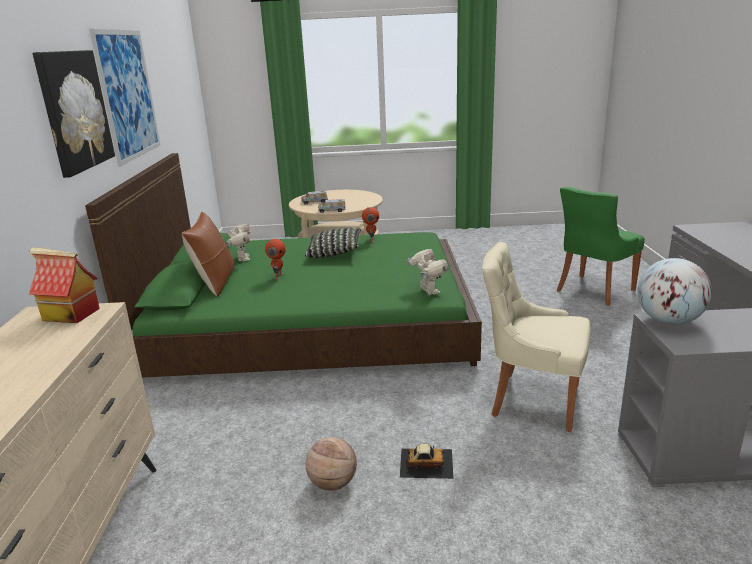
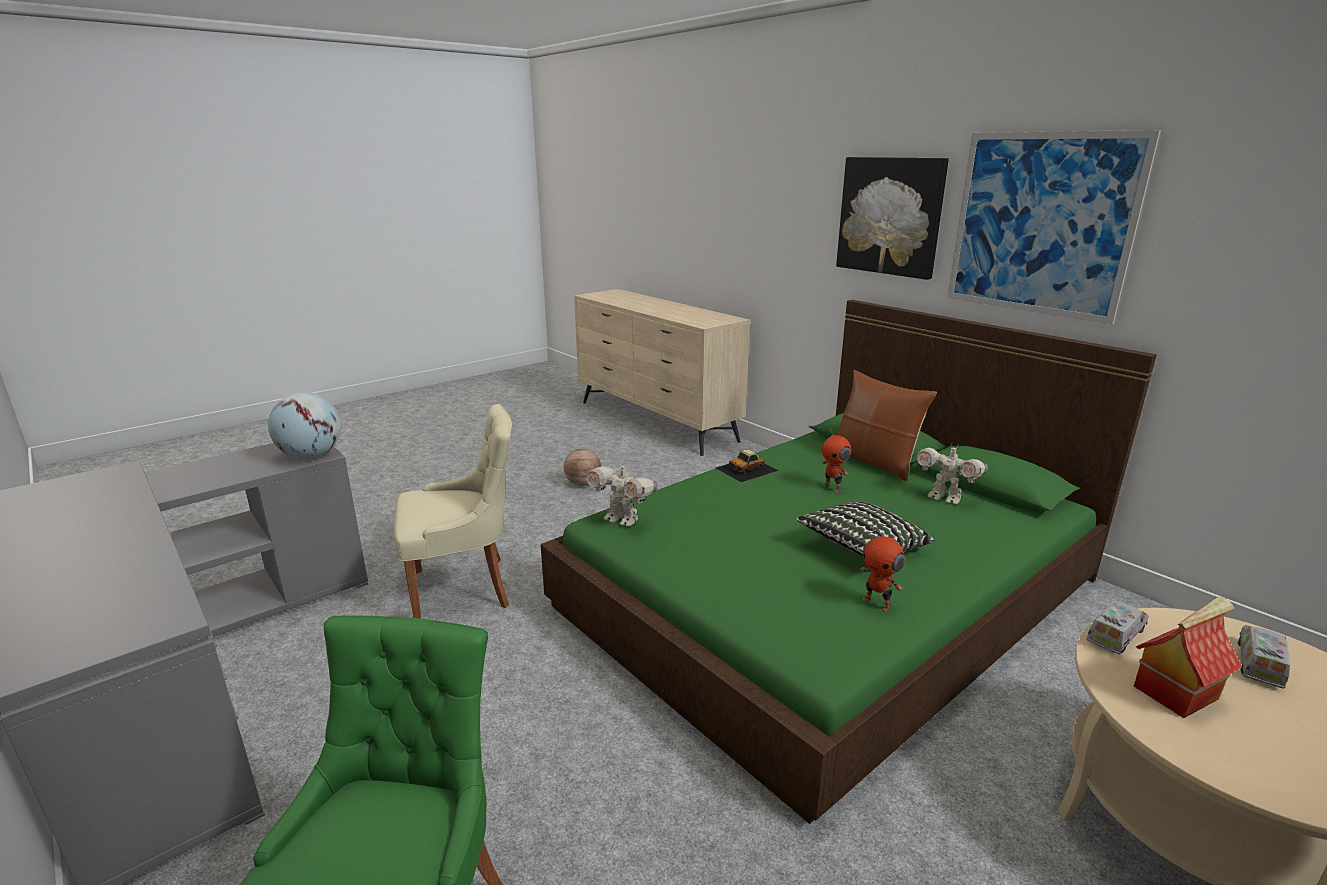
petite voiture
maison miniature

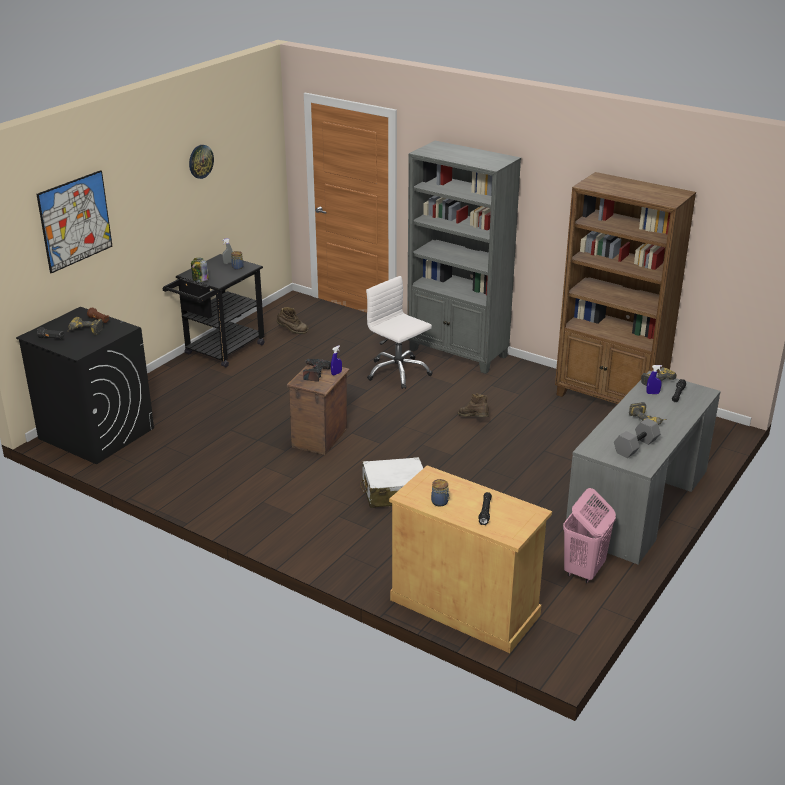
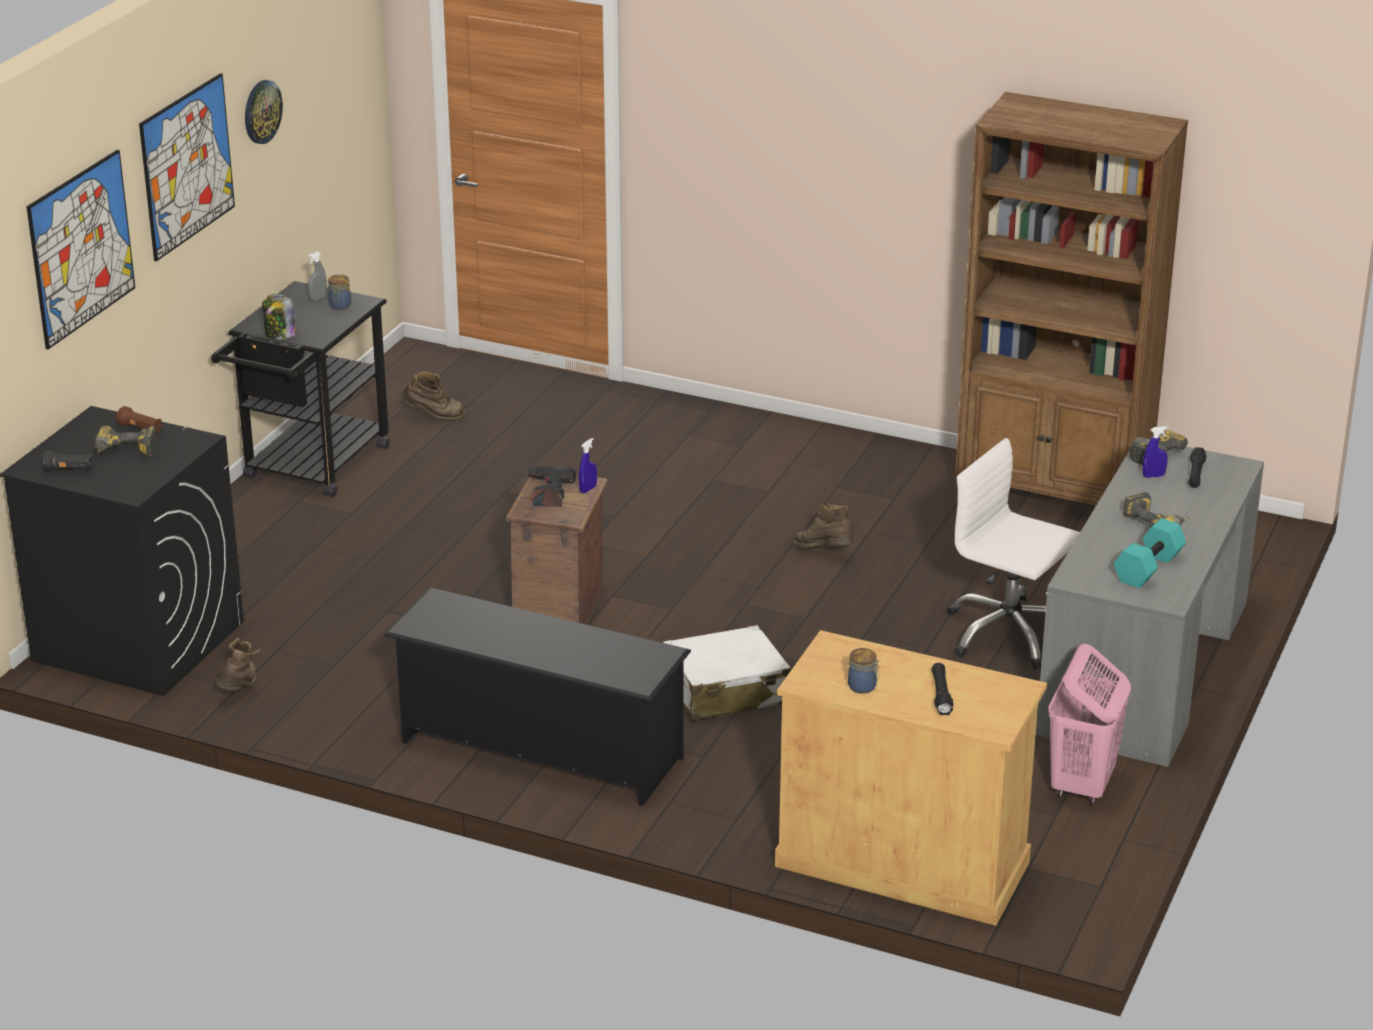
tableau (2nd from left)
botte [marron] (1st from left)
étagère à chaussures [noir]
chaise de bureau [blanc]
haltère [turquoise]
bibliothèque [gris]

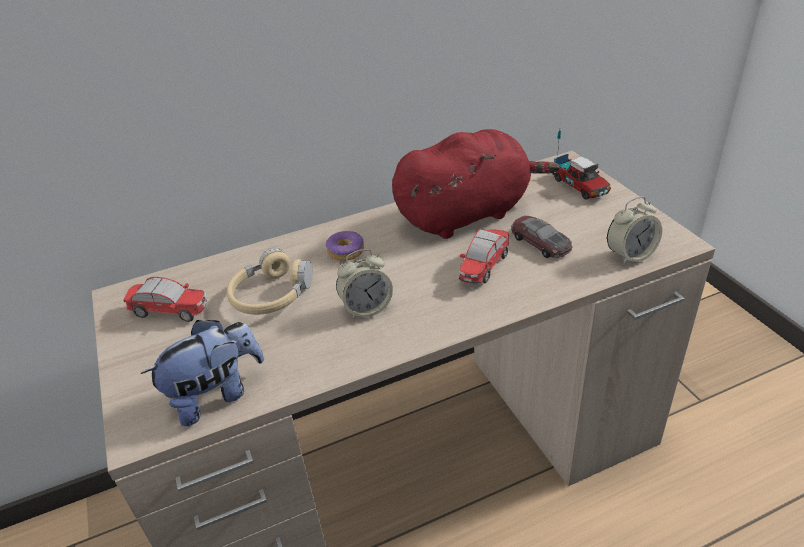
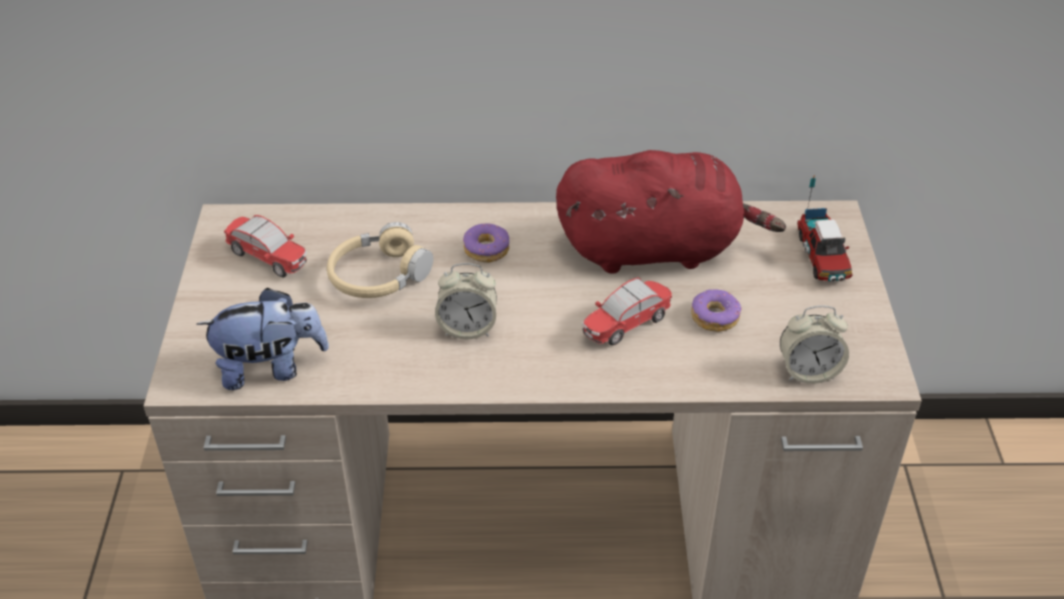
beignet (2nd from left)

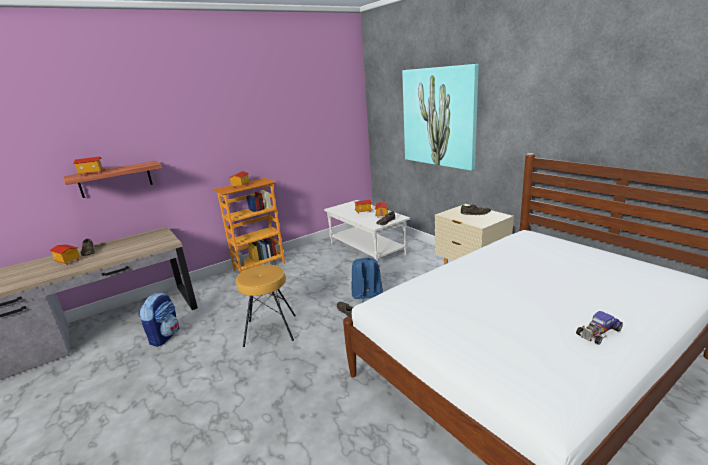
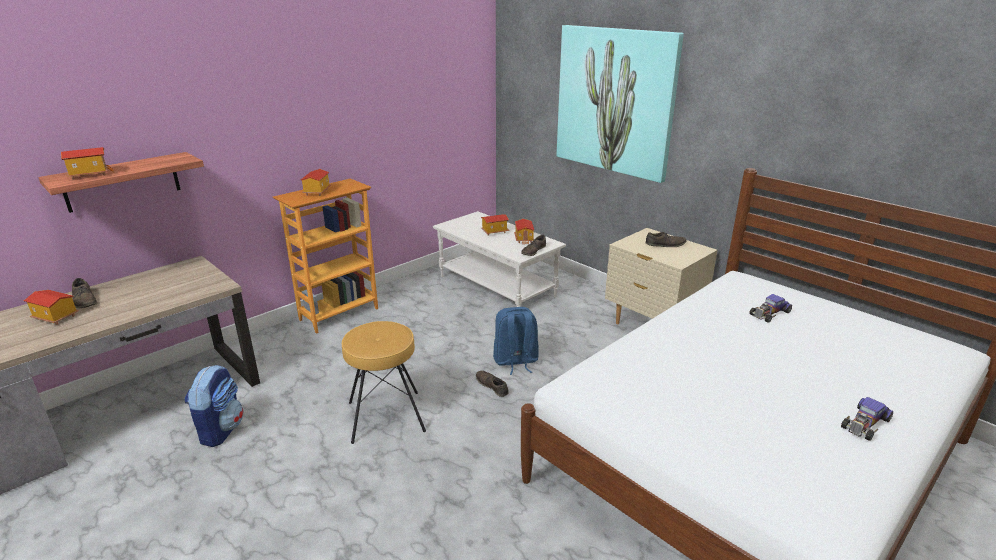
petite voiture (1st from left)

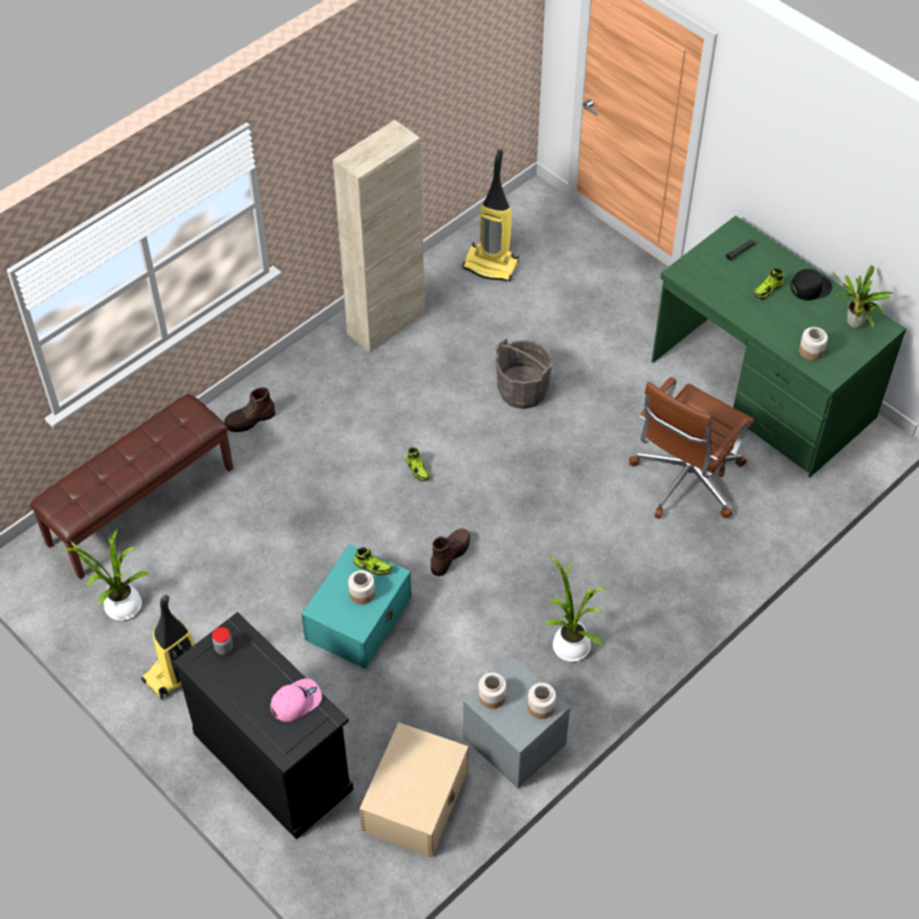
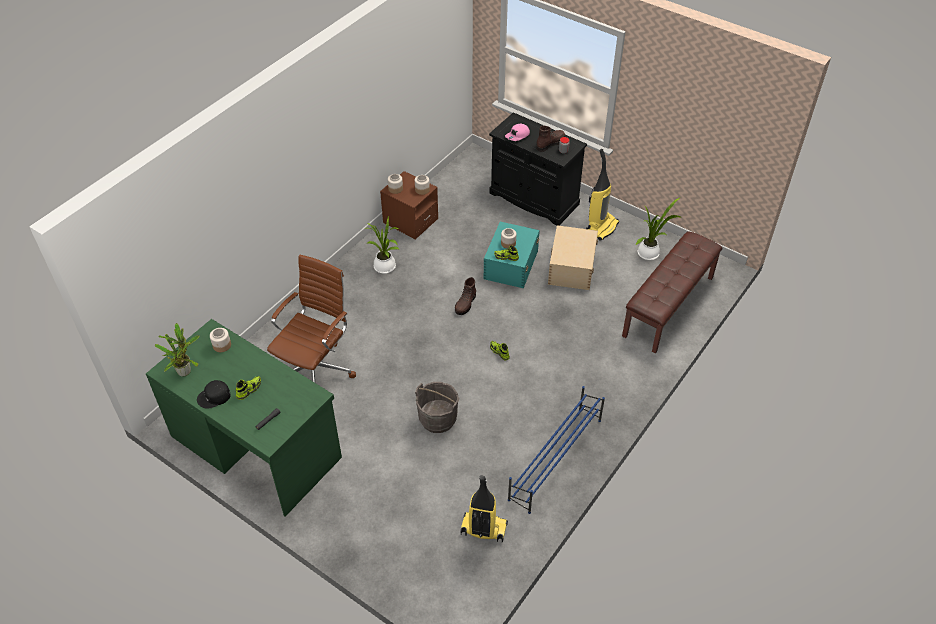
table de chevet [marron]
étagère à chaussures [bleu]
botte [marron] (2nd from left)
boîte de rangement [beige]

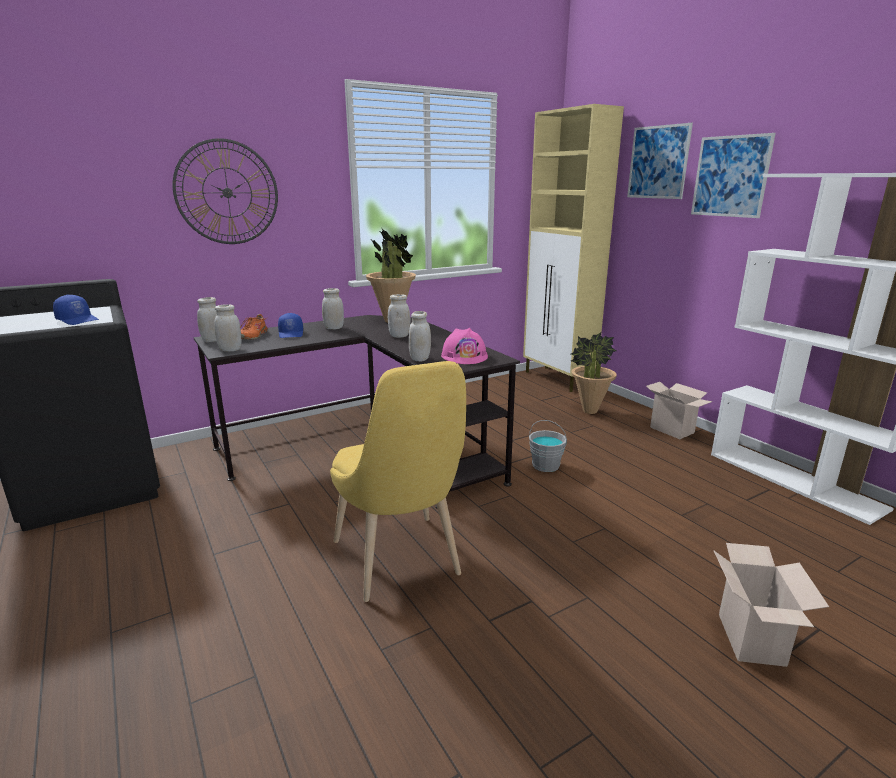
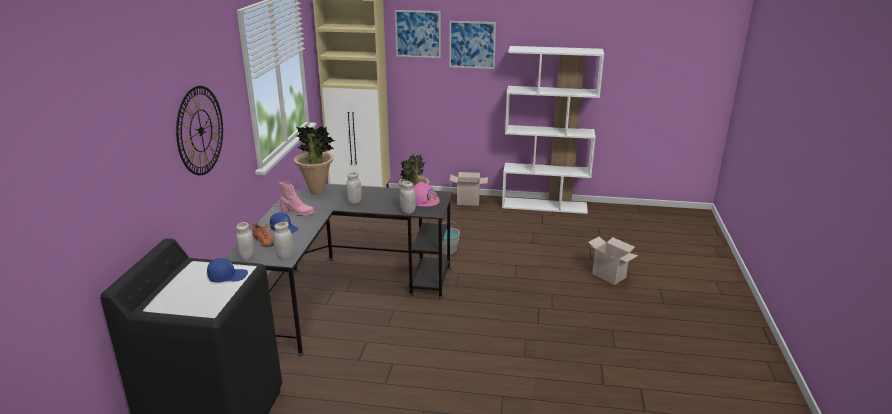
botte [rose]
chaise [jaune]

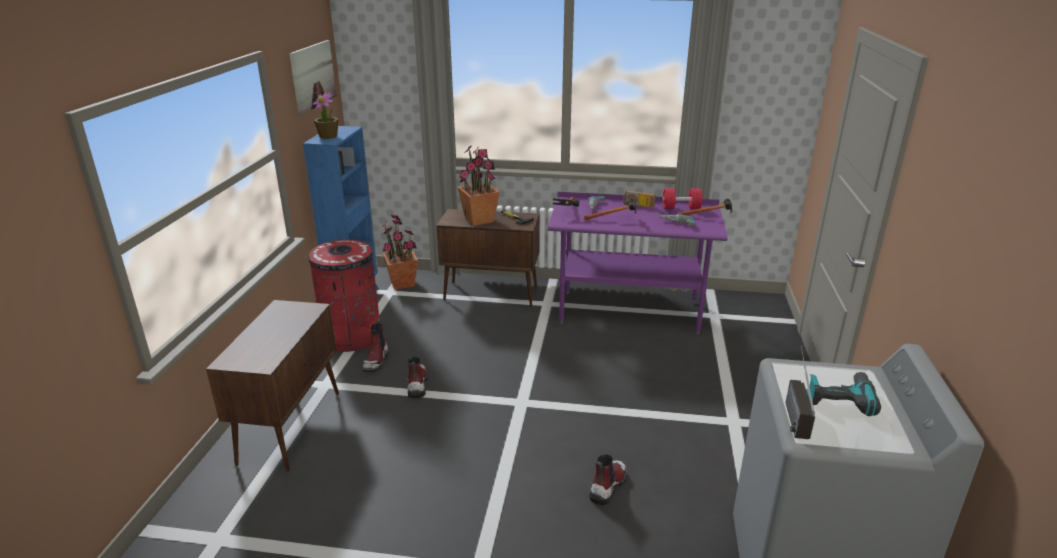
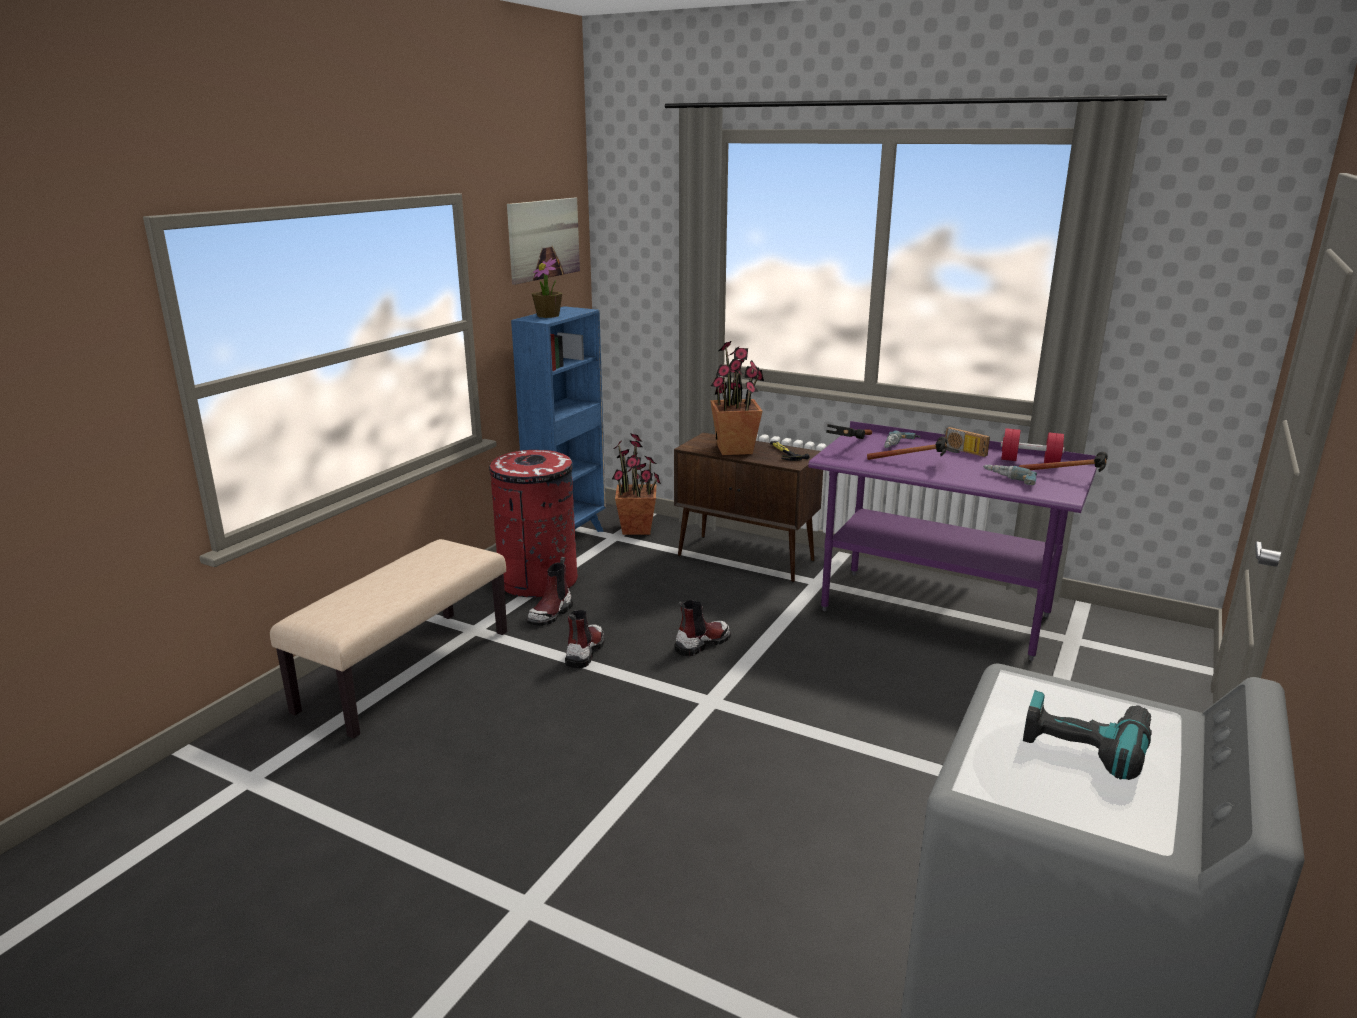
banc [beige]
botte (3rd from left)
radio (2nd from left in the first image)

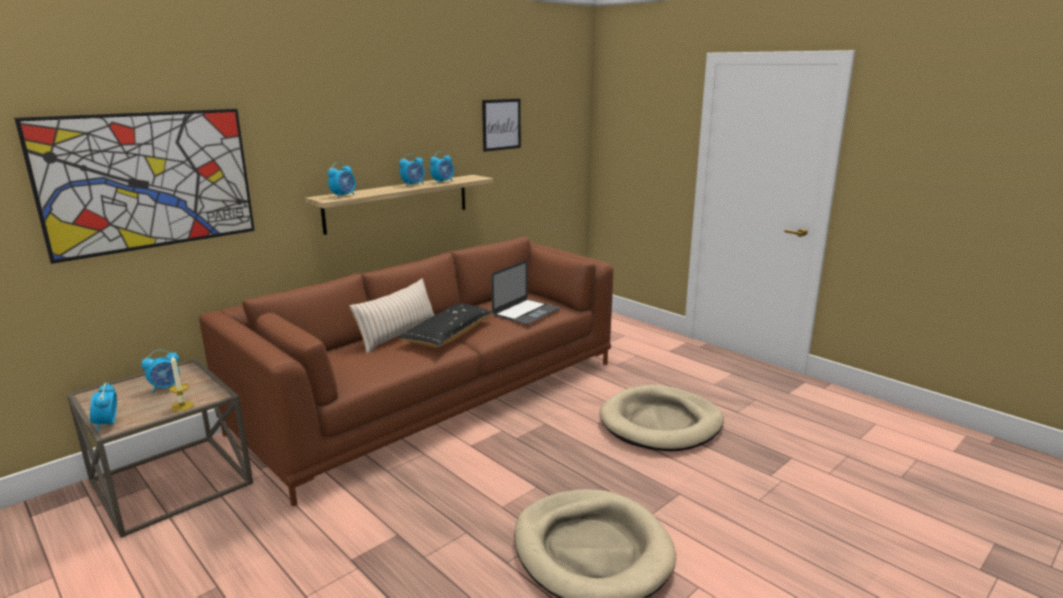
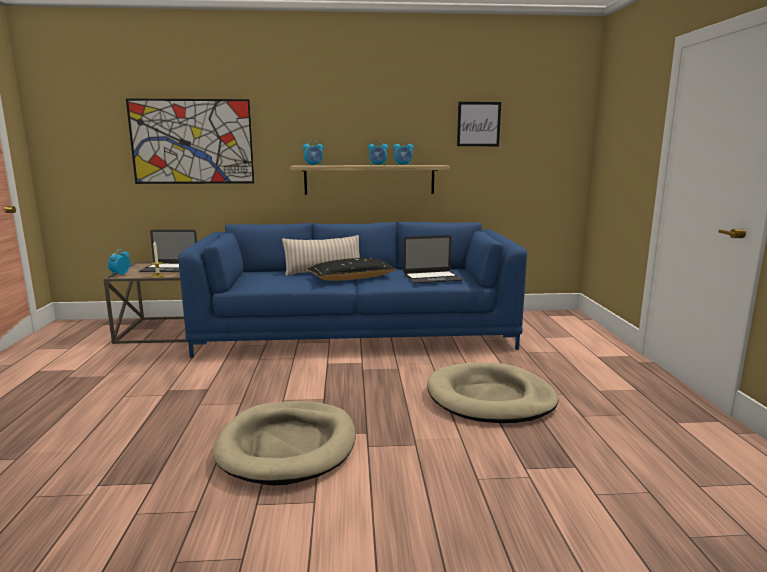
ordinateur portable (1st from left)
canapé [bleu]

